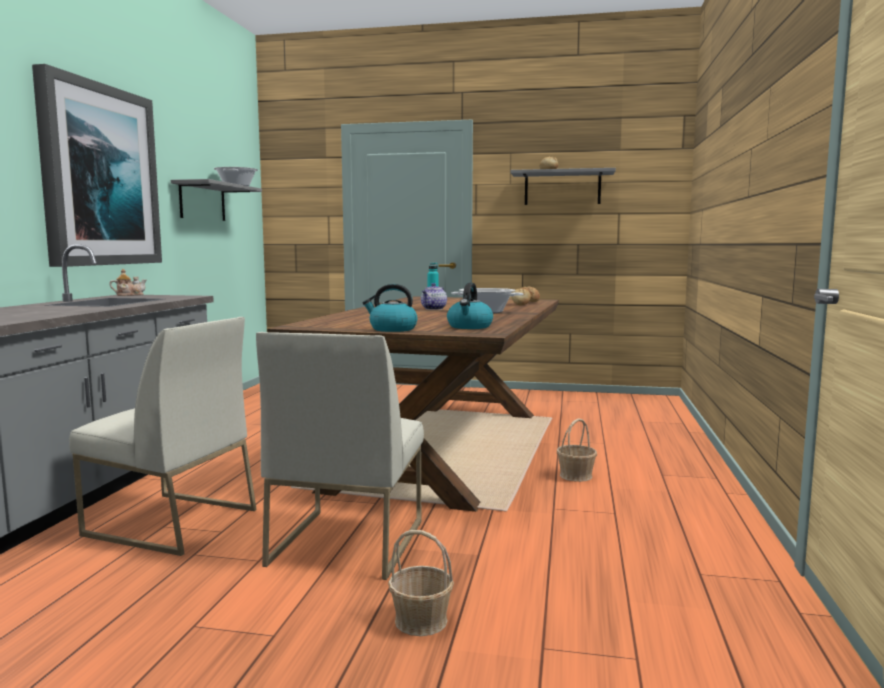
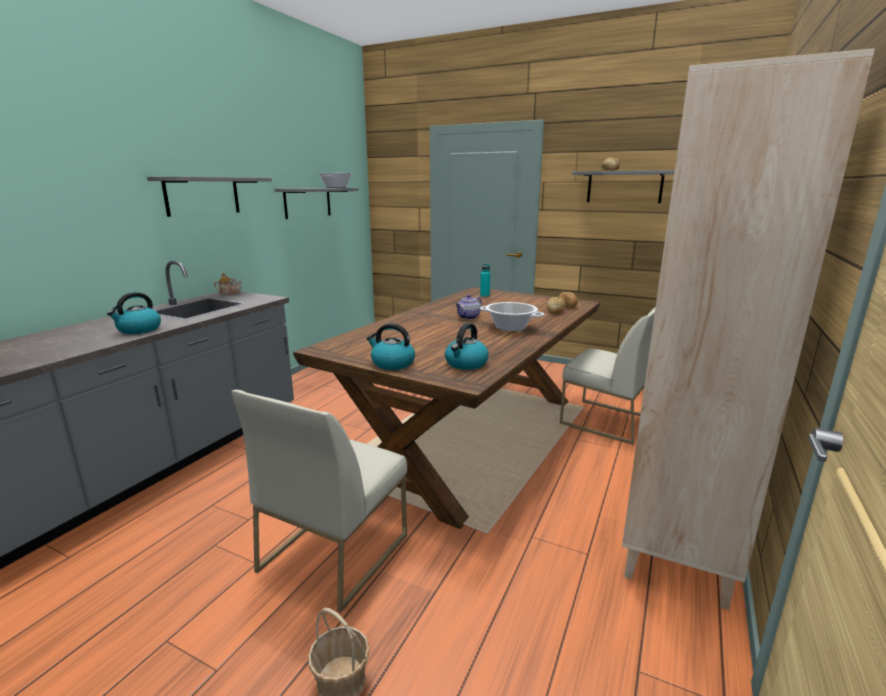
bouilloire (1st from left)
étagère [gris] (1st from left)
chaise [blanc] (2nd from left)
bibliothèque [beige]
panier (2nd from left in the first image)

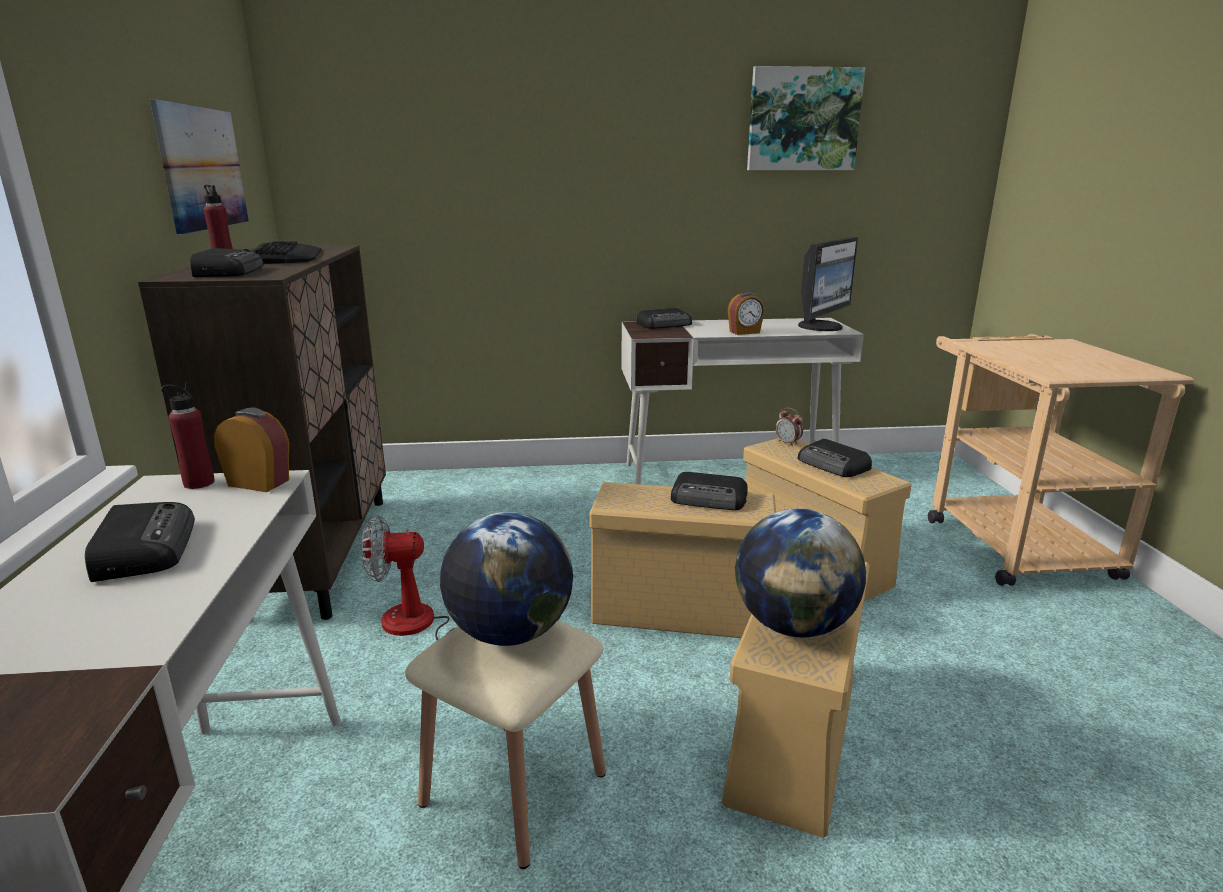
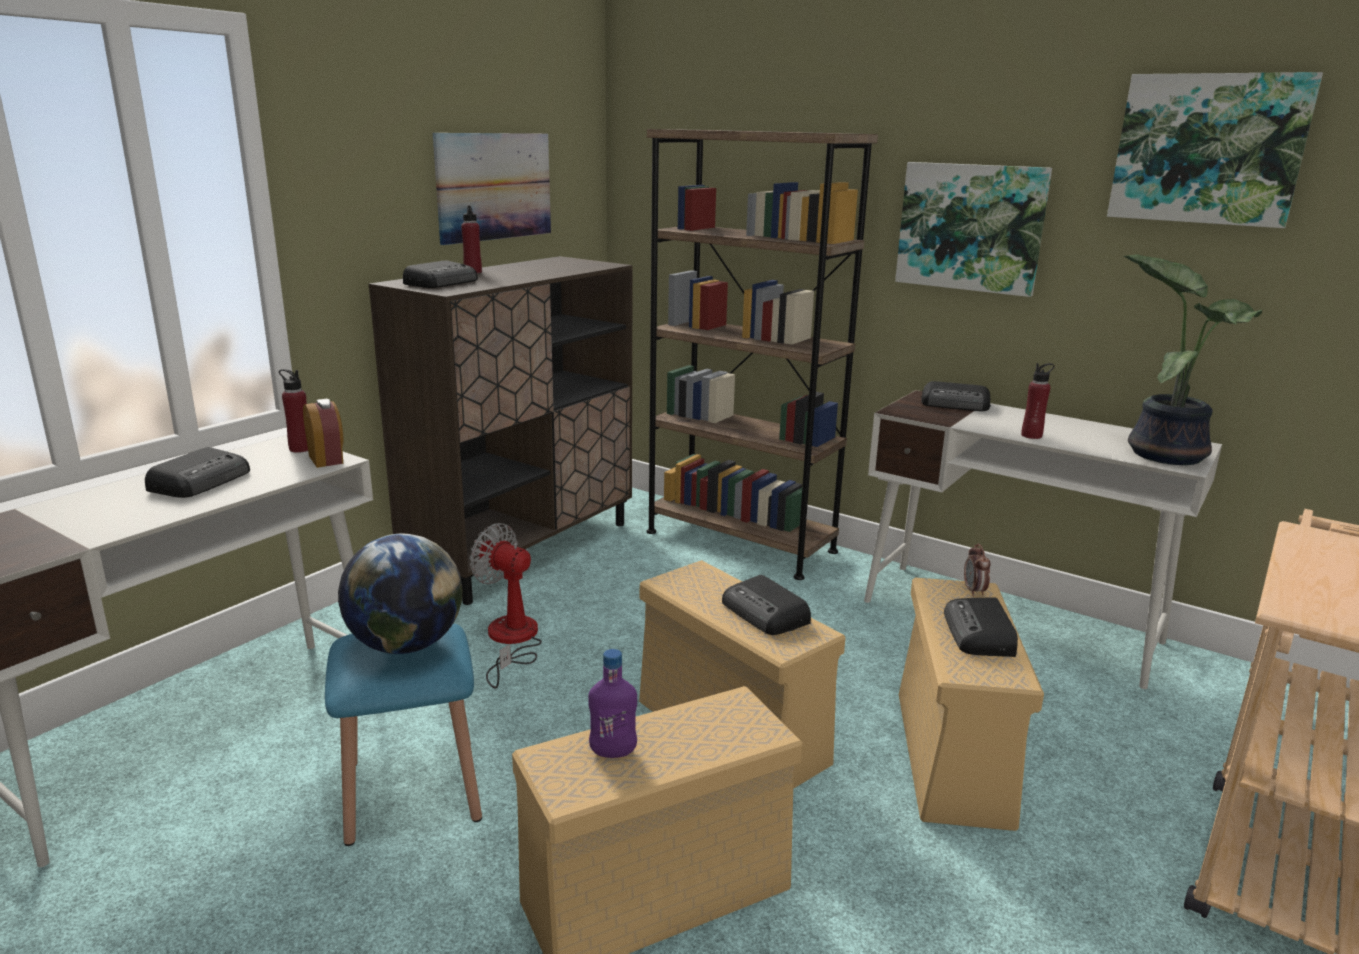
tabouret [bleu]
bouteille [violet]
bibliothèque [marron]
tableau (2nd from left)
bouteille [rouge] (3rd from left)
plante en pot
clavier

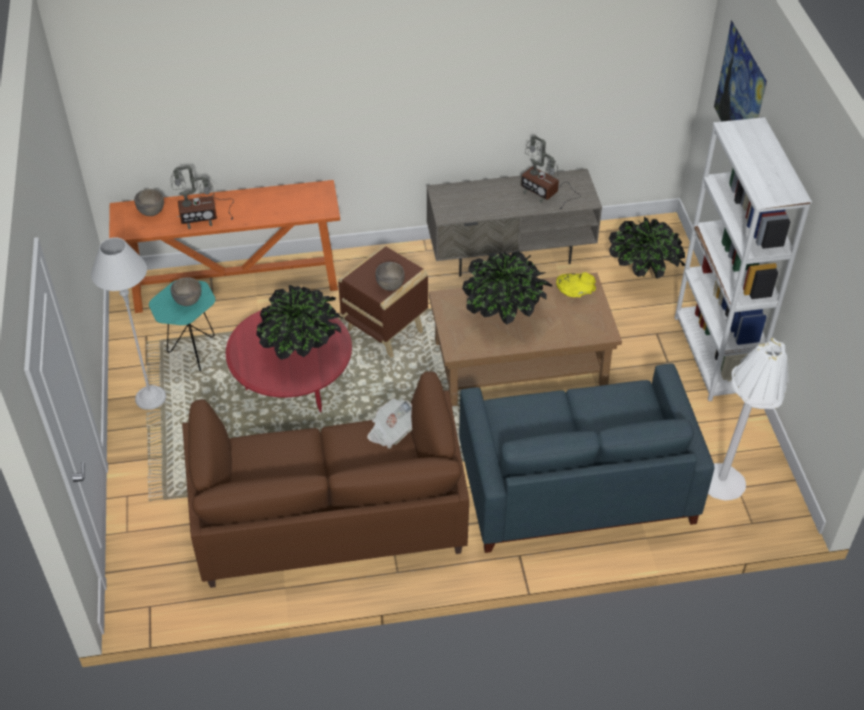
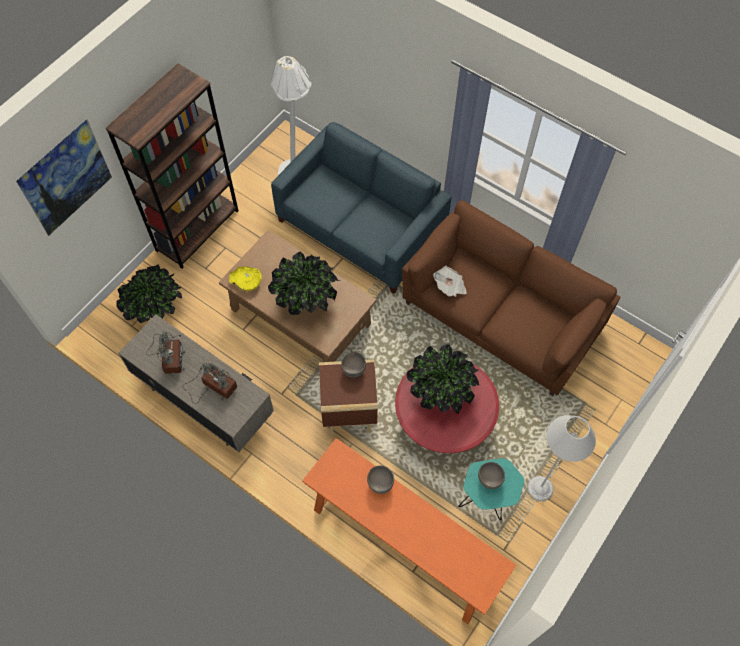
bibliothèque [marron]
lampe de table (2nd from left)
bol [gris] (2nd from left)

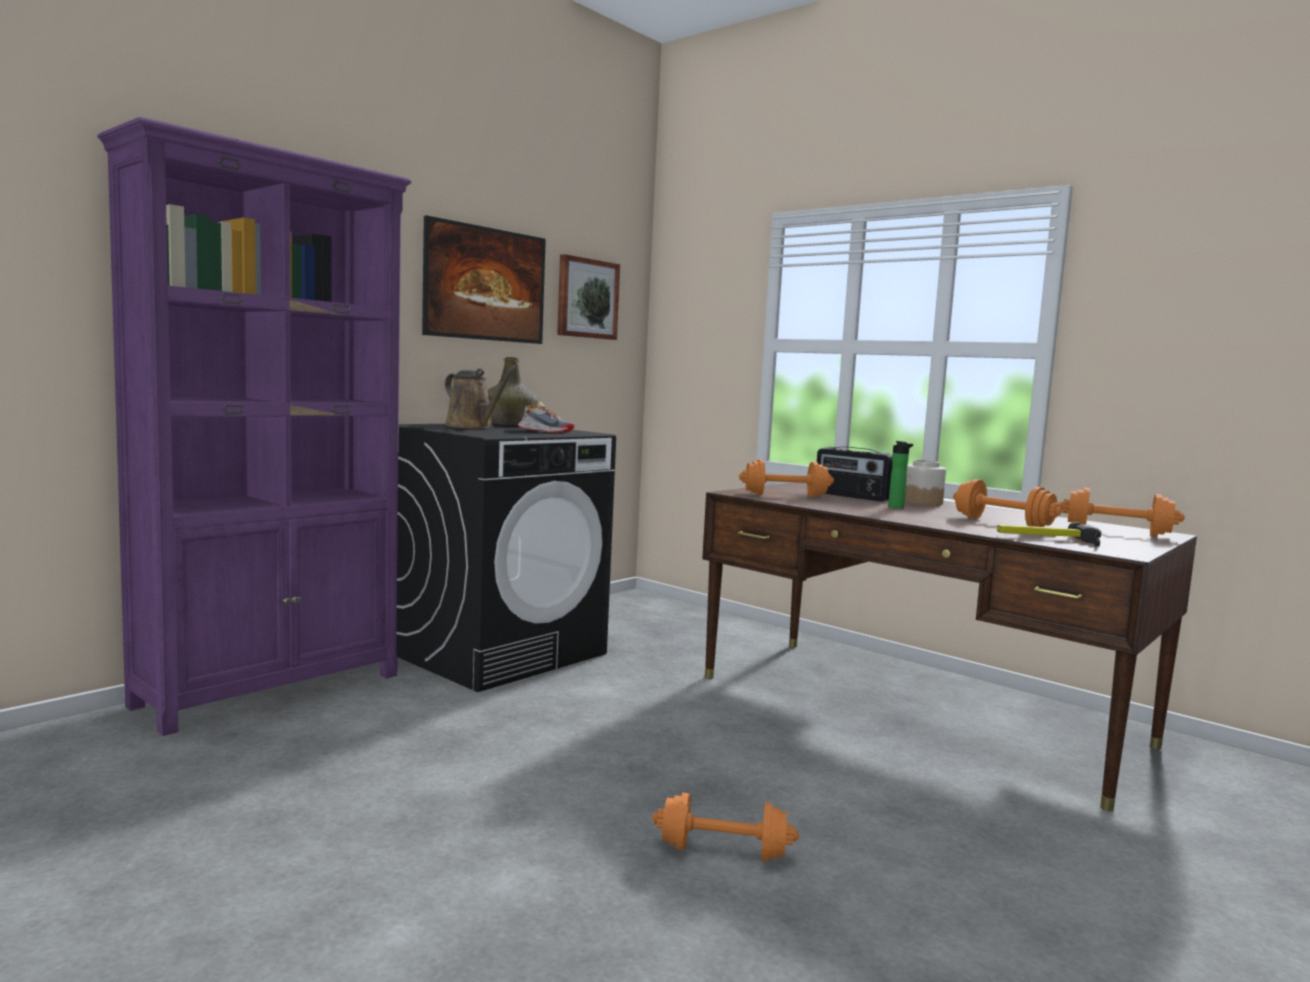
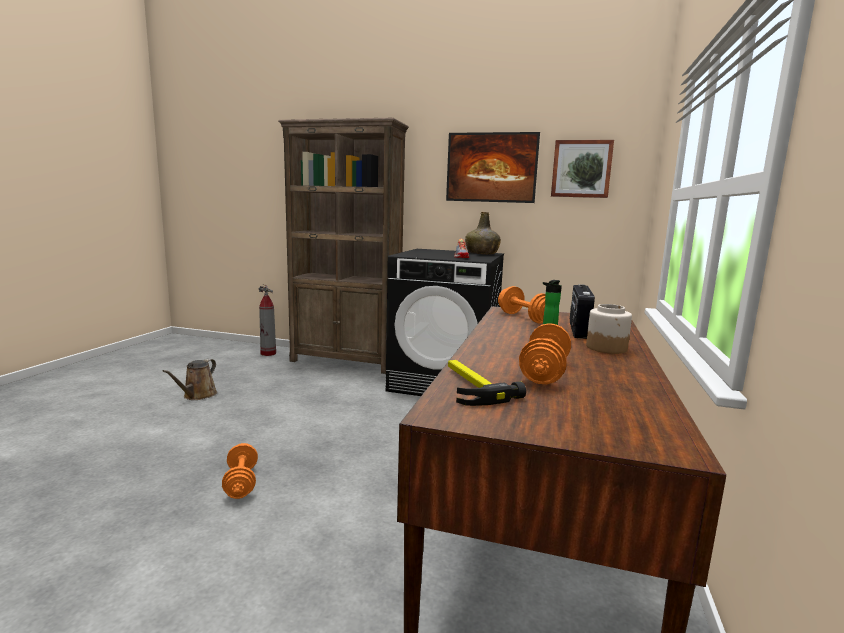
arrosoir [marron]
extincteur
bibliothèque [marron]
haltère [orange] (4th from left in the first image)

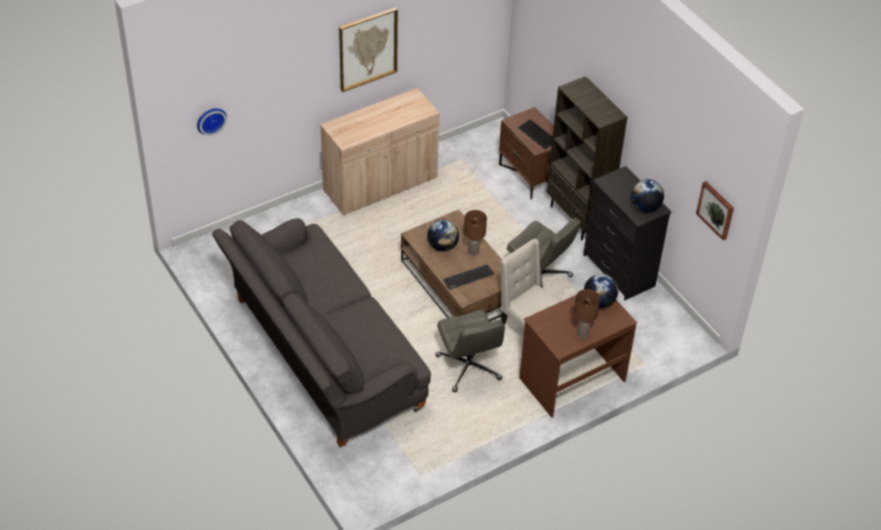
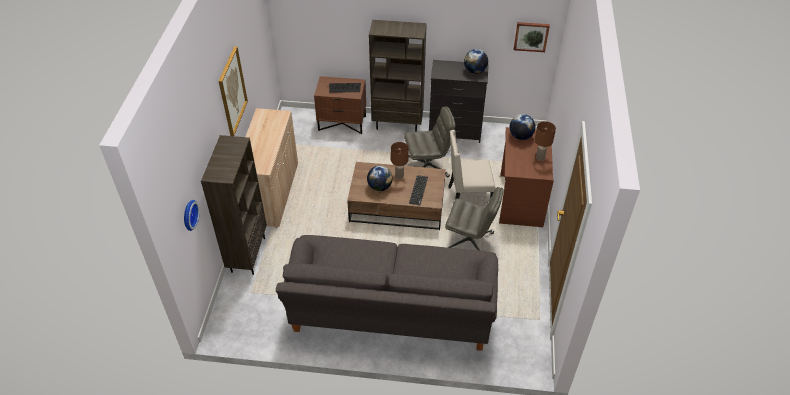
bibliothèque [marron] (1st from left)

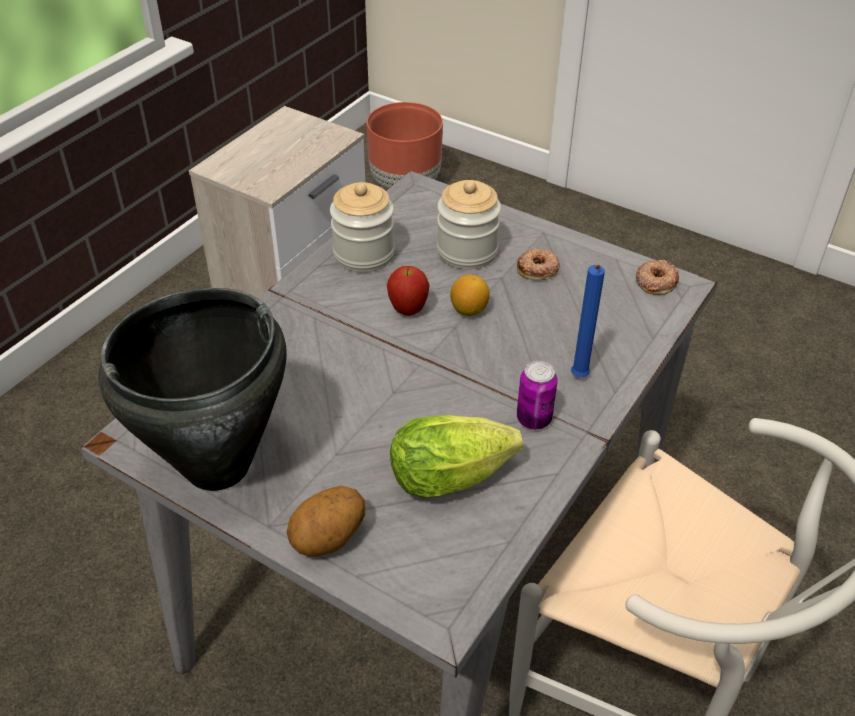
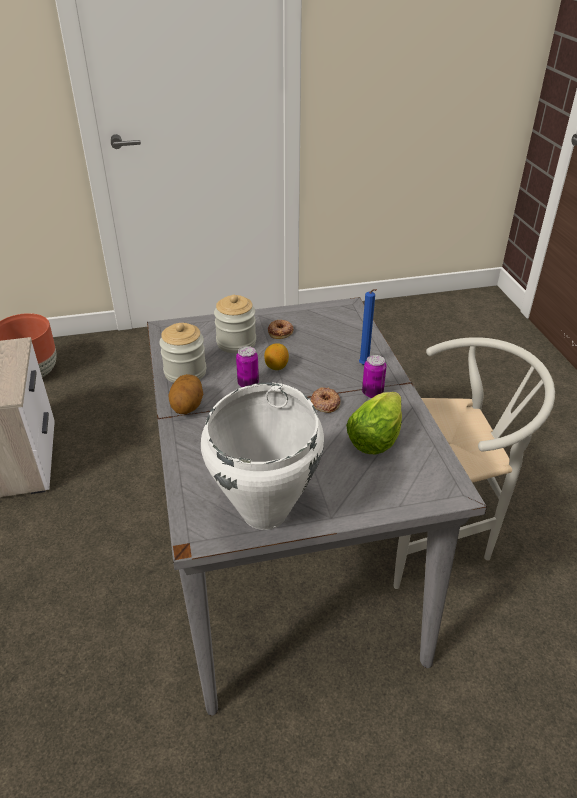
pomme de terre
marmite [blanc]
boîte métallique (1st from left)
beignet (2nd from left)

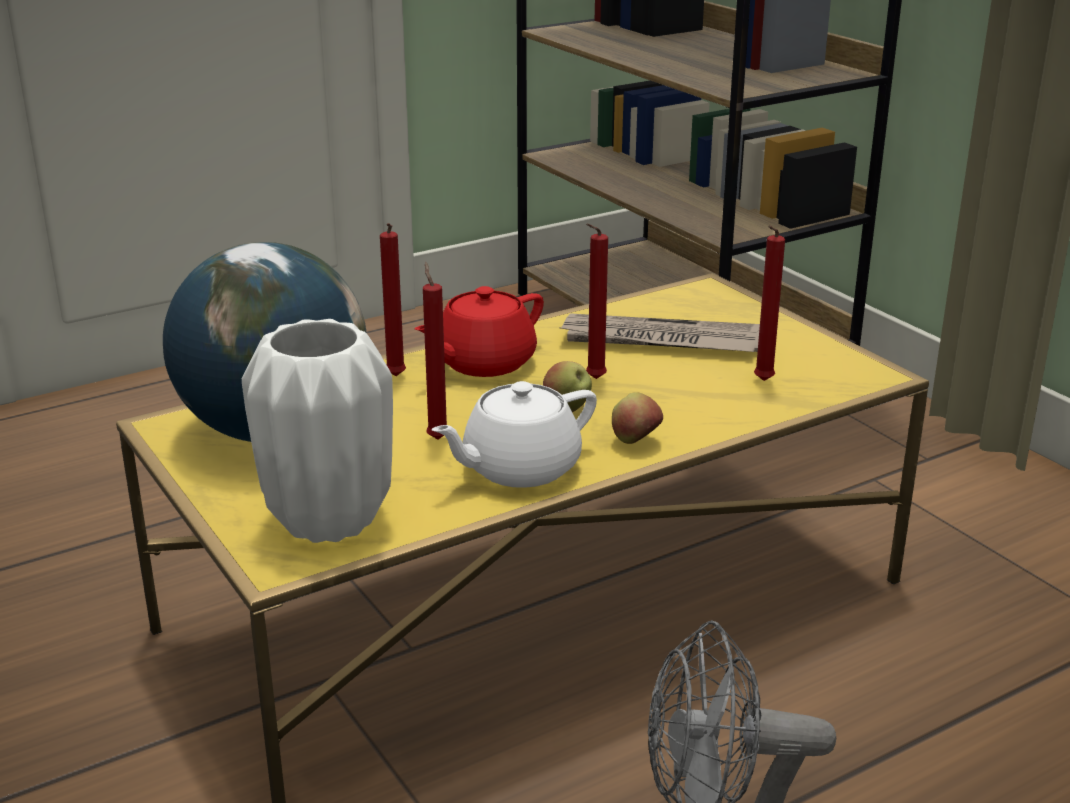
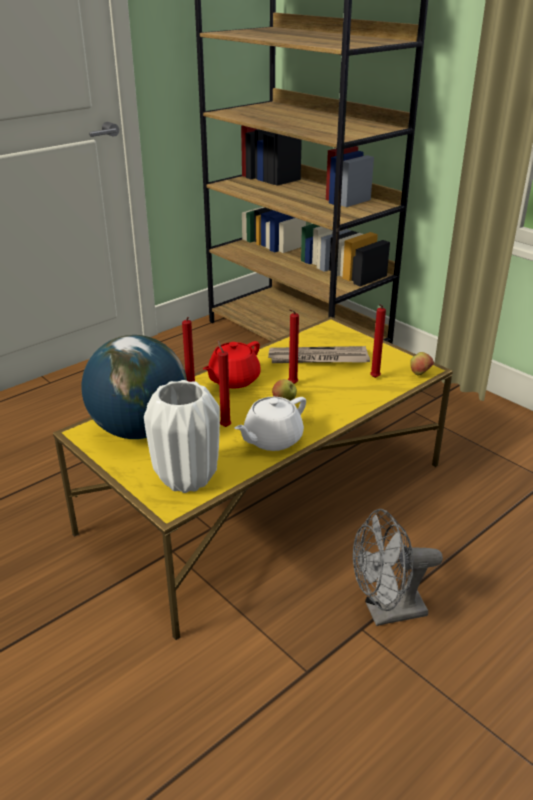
pomme (2nd from left)

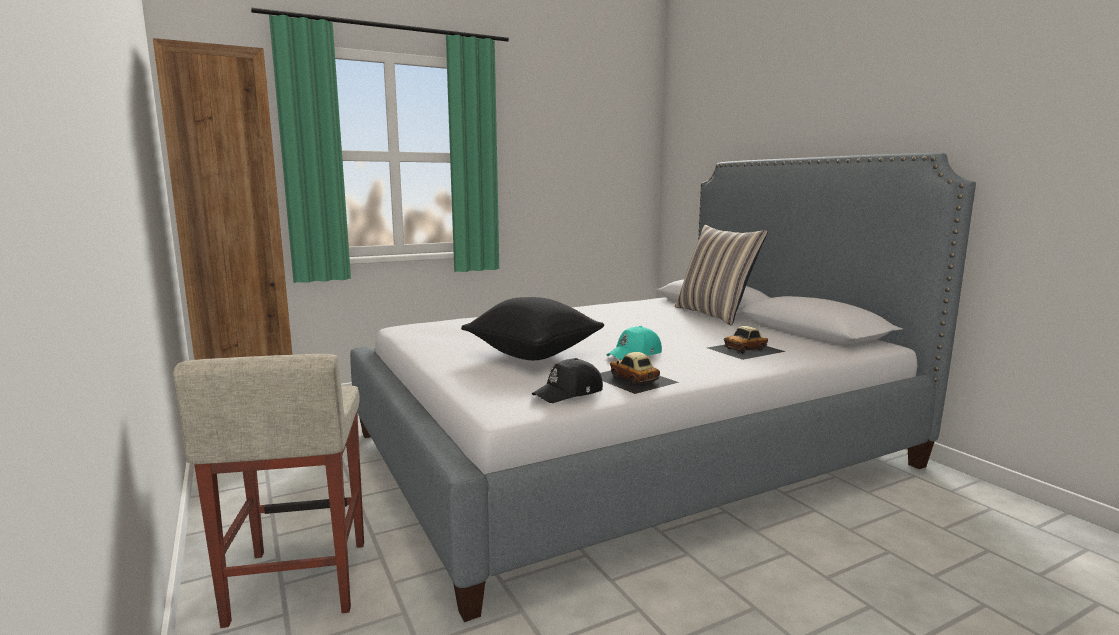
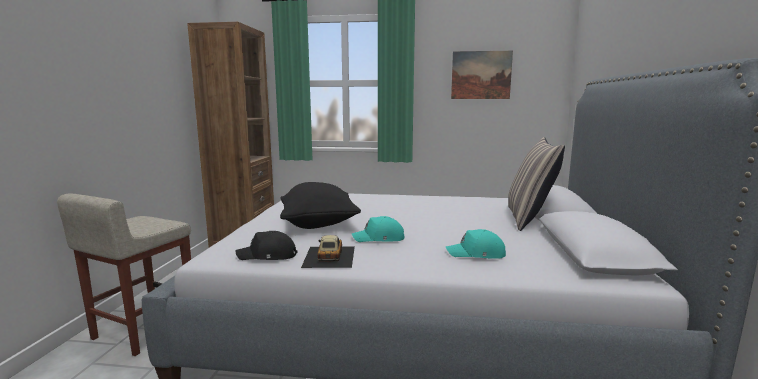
casquette [turquoise] (2nd from left)
tableau

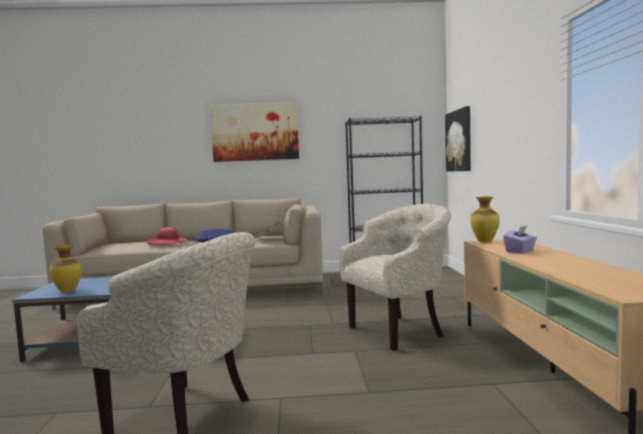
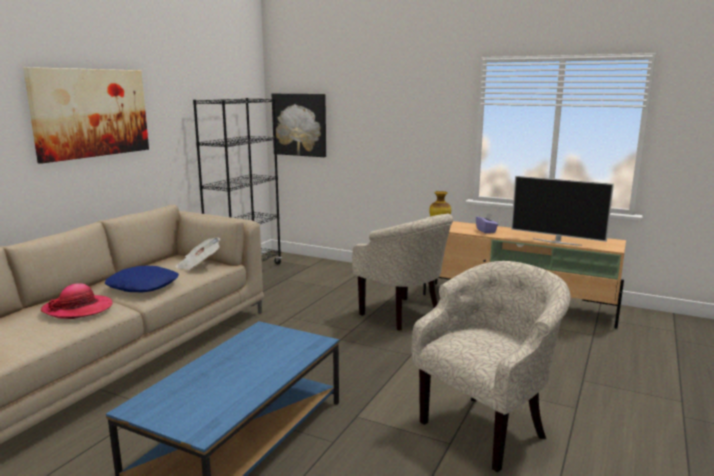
fauteuil [beige] (1st from left)
téléviseur
vase (1st from left in the first image)

